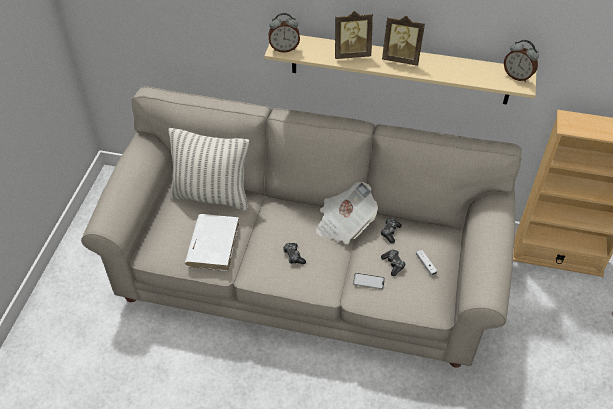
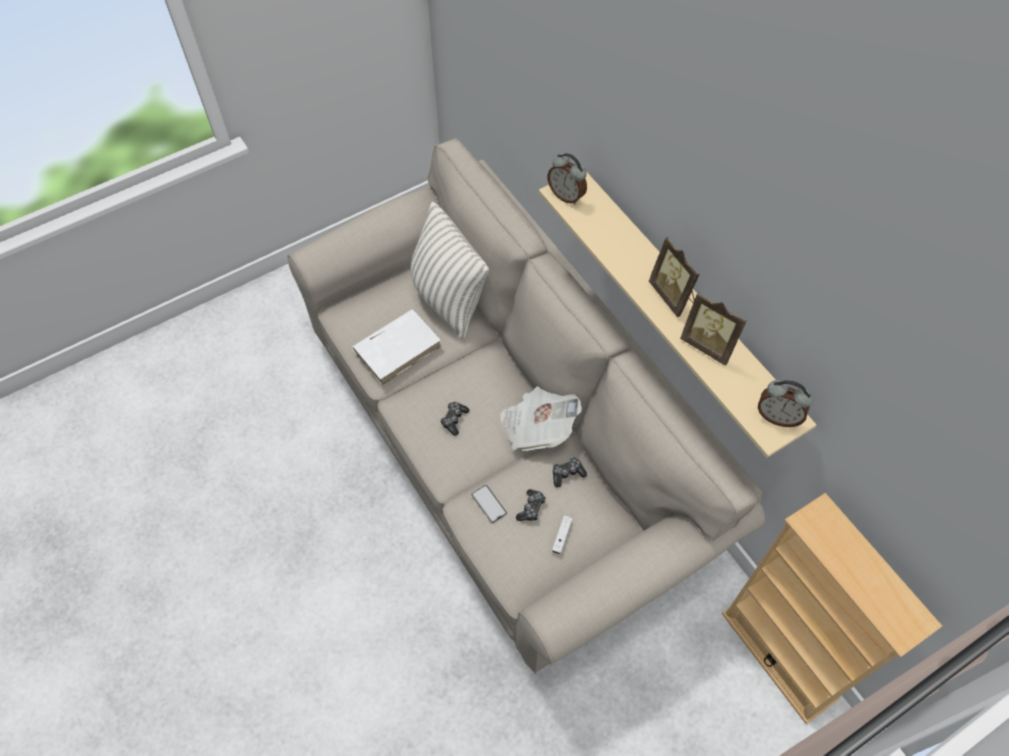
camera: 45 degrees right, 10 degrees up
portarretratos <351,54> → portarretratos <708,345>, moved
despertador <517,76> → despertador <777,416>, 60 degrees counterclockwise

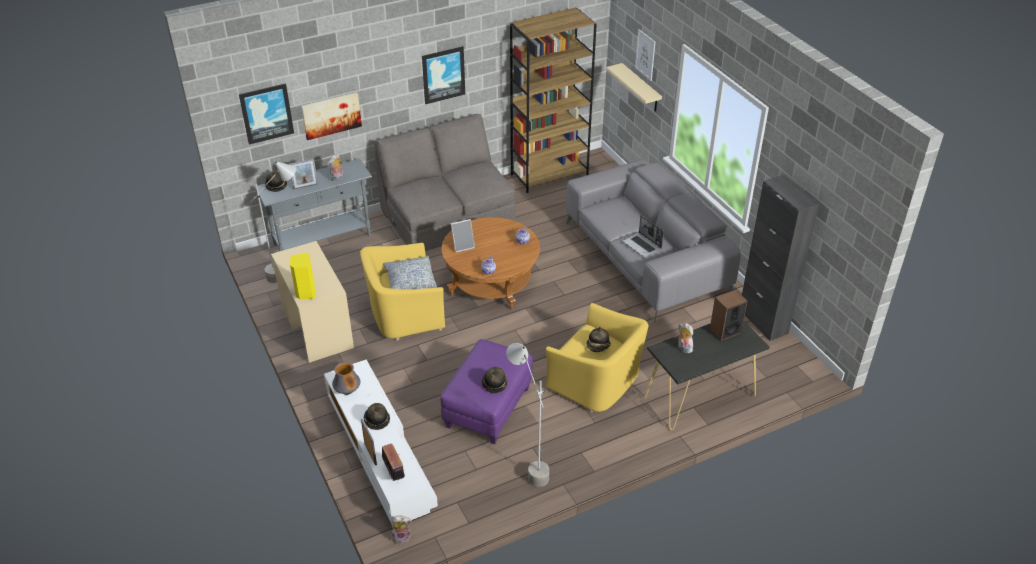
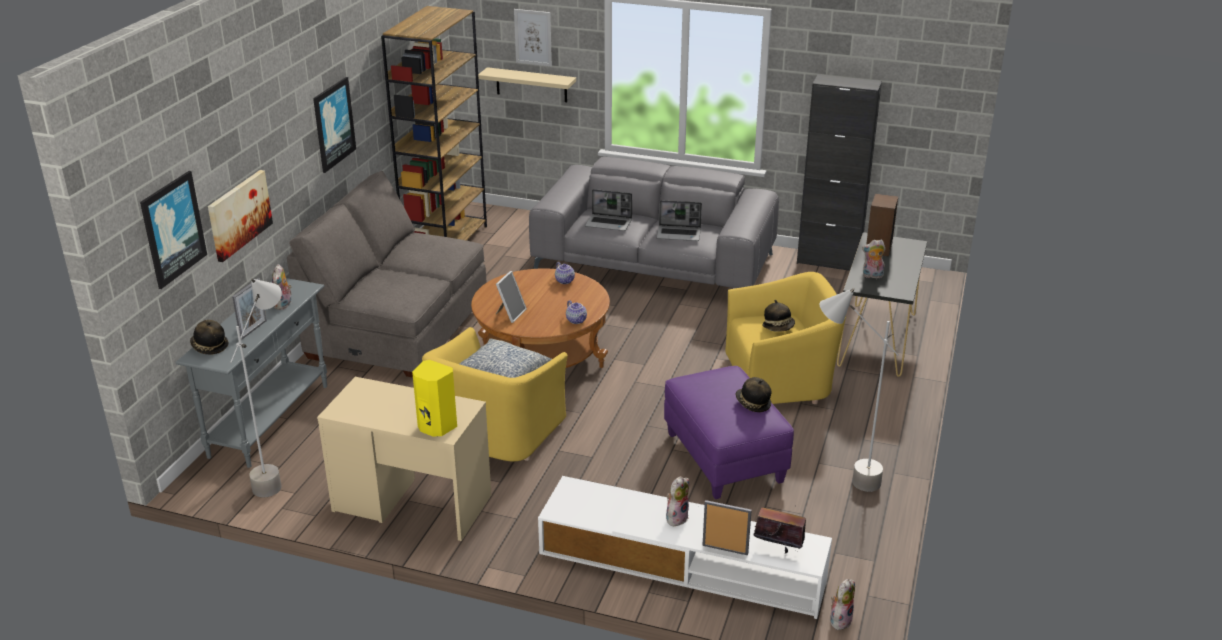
camera: 45 degrees left, 10 degrees down
florero <347,391> → -
sombrero <376,420> → peluche <676,517>
- → portátil <609,223>

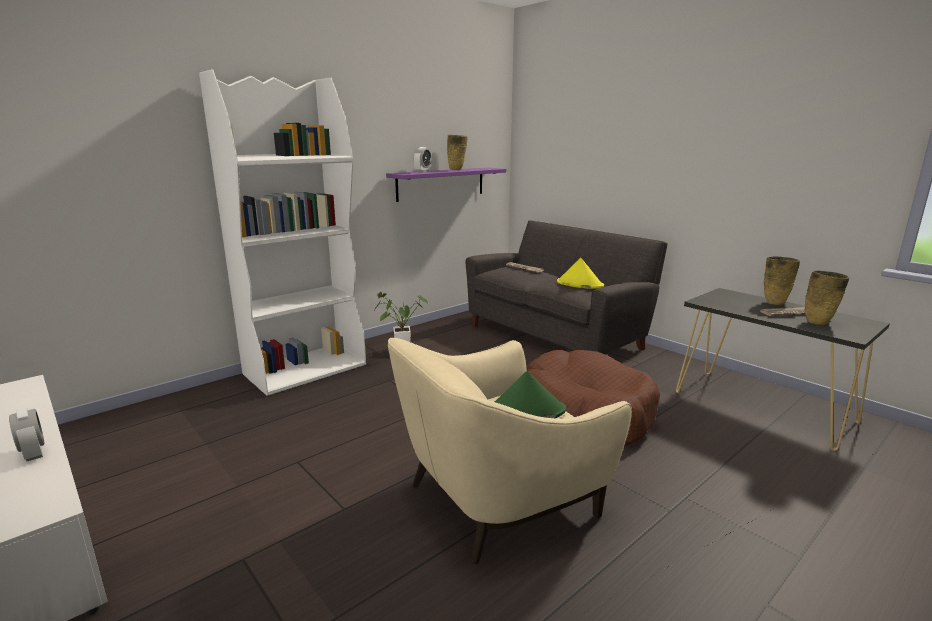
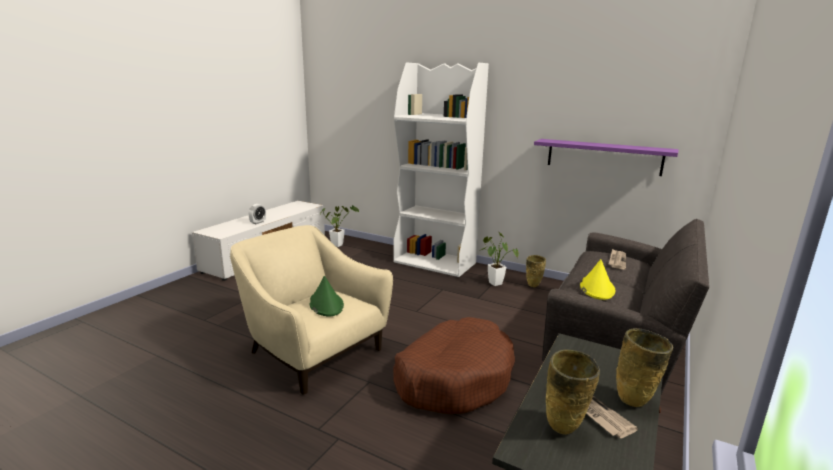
camera: 70 degrees right, 0 degrees up
florero [beis] <457,170> → florero [beis] <533,286>, moved
despertador <423,171> → -
- → planta en maceta <339,244>

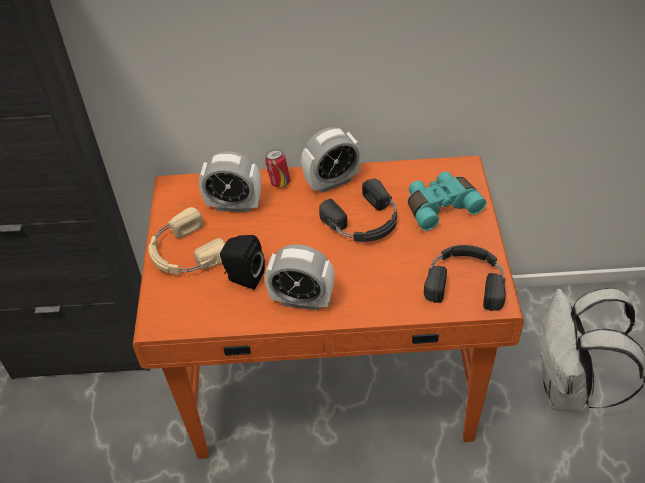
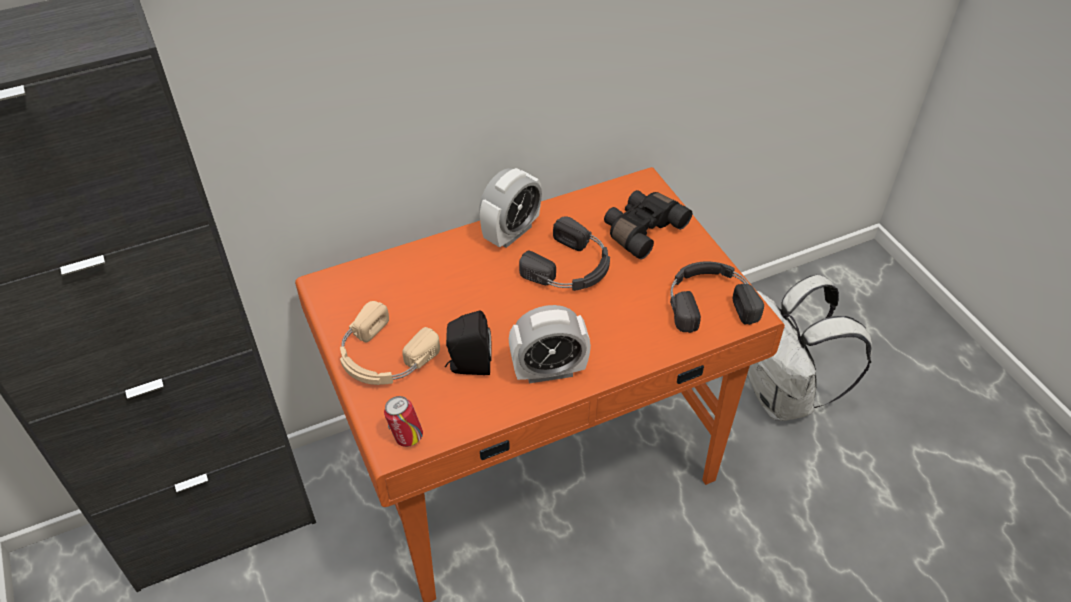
camera: 25 degrees left, 0 degrees up
lata <279,182> → lata <406,437>, moved
despertador <234,205> → -
prismáticos [turquesa] <440,206> → prismáticos [negro] <642,230>

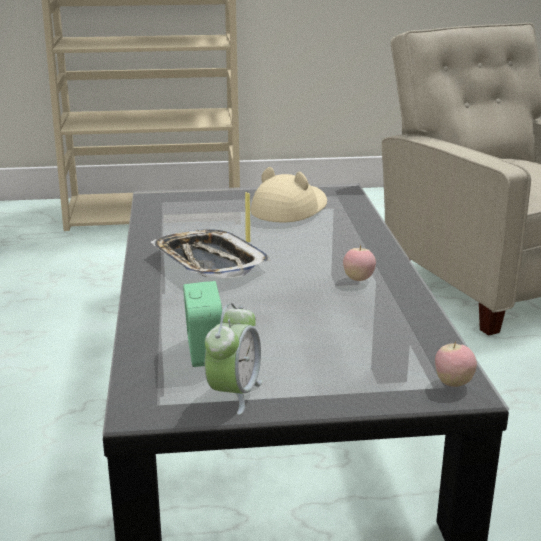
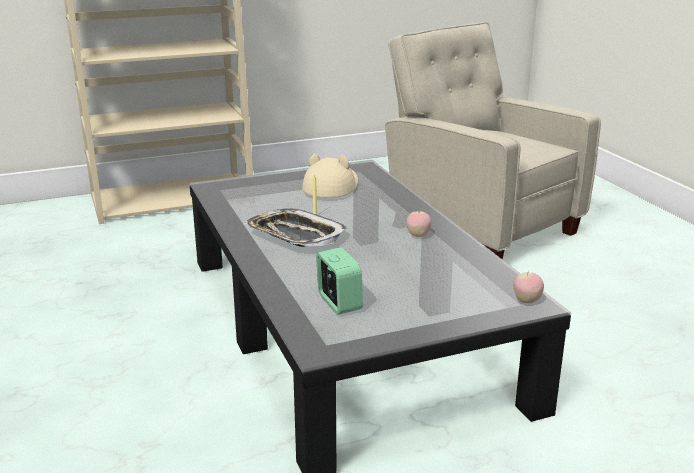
camera: 15 degrees left, 0 degrees up
despertador <234,394> → -

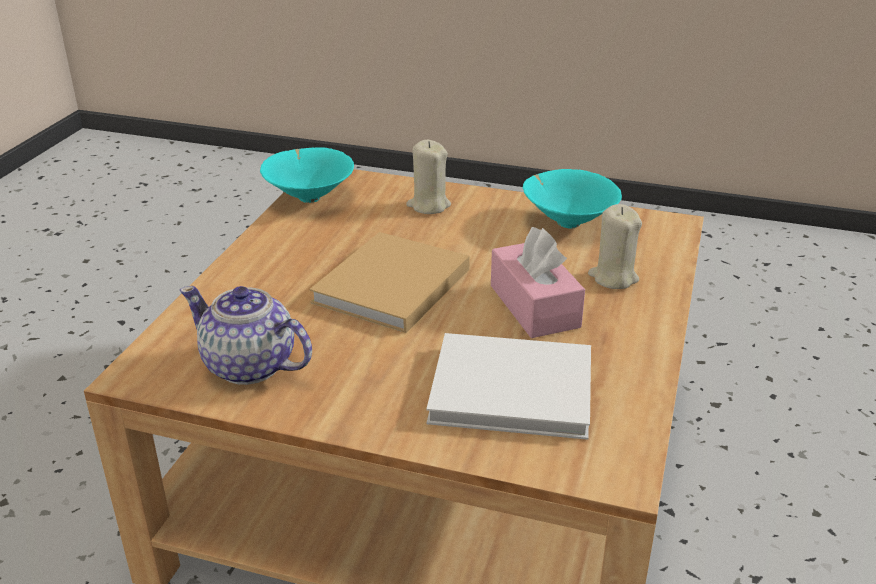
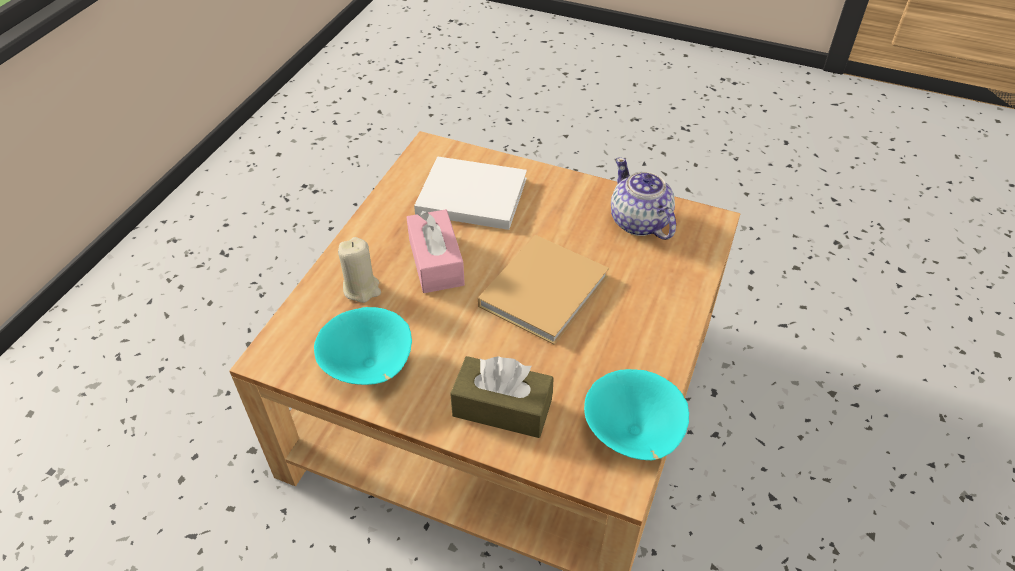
camera: 175 degrees left, 15 degrees up
vela [beis] <428,205> → caja de pañuelos [marrón] <502,408>
tetera <250,366> → tetera <639,222>, 150 degrees counterclockwise

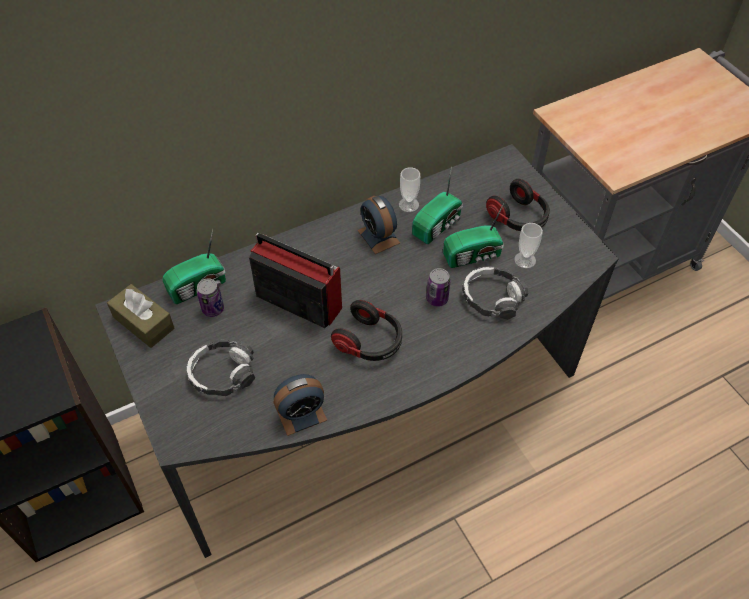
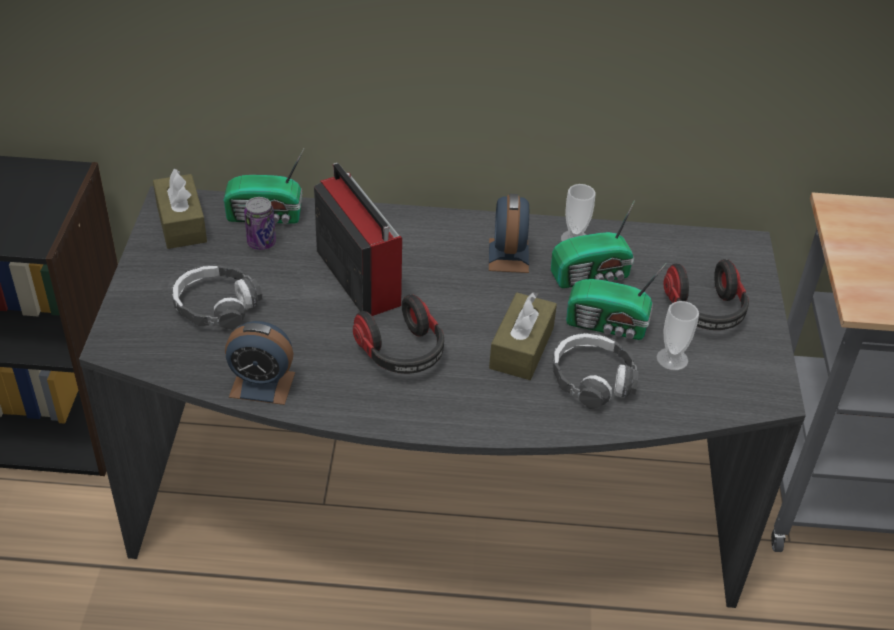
camera: 30 degrees right, 10 degrees down
lata <437,299> → caja de pañuelos [marrón] <521,348>

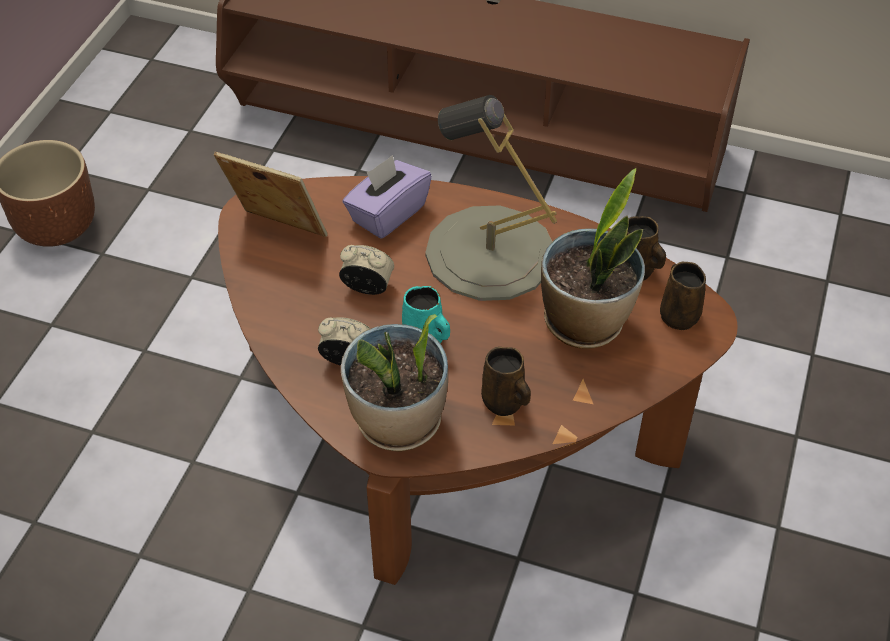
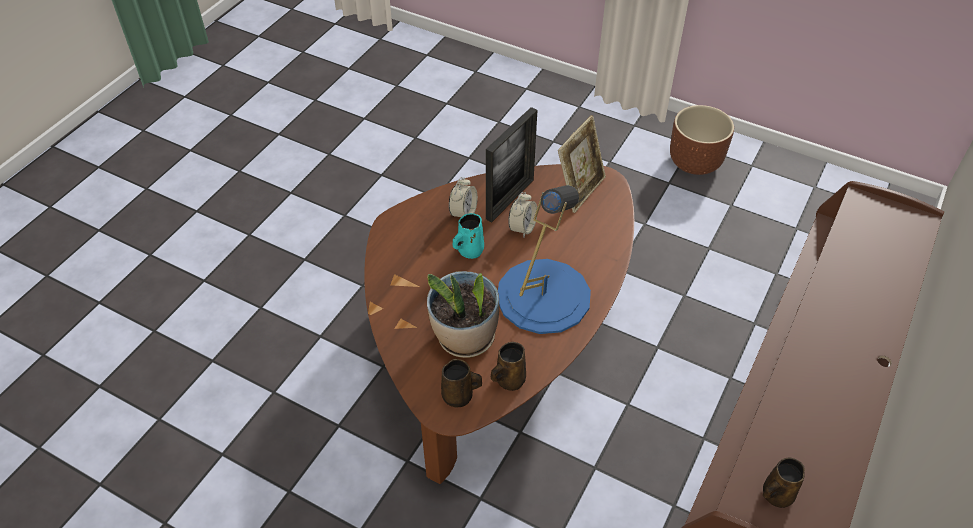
camera: 100 degrees right, 0 degrees up
lámpara de mesa [gris] <489,253> → lámpara de mesa [azul] <543,295>
caja de pañuelos [morado] <387,214> → -
planta en maceta <398,423> → -
taza grande [marrón] <504,403> → taza grande [marrón] <776,495>, moved
- → portarretratos <510,199>

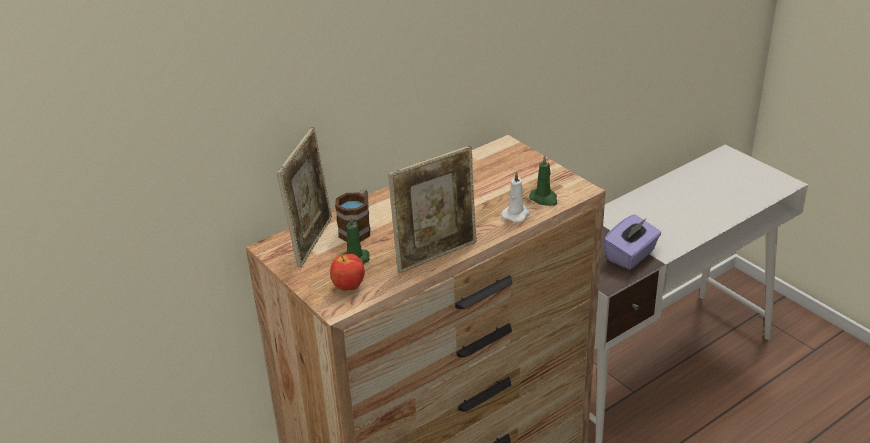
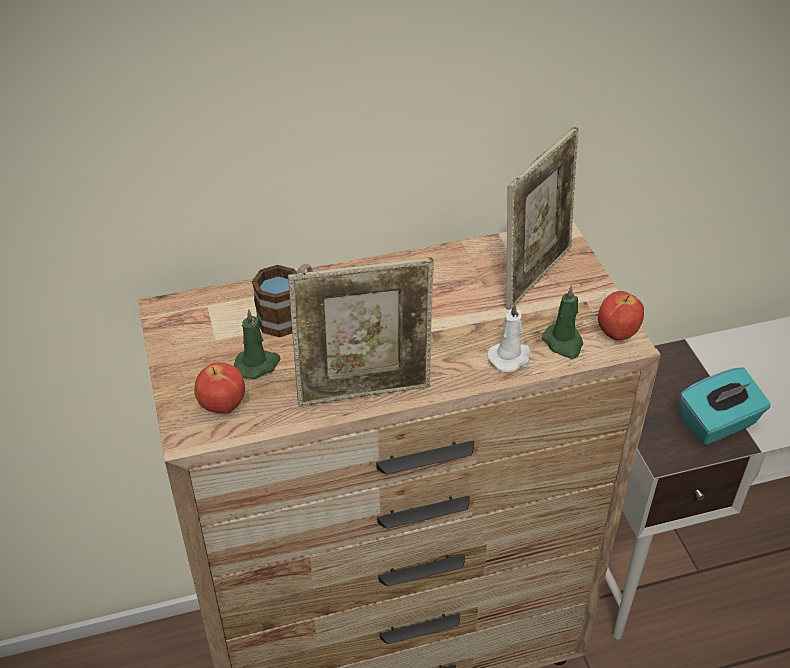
camera: 20 degrees right, 10 degrees up
portarretratos <312,241> → portarretratos <535,275>, moved
caja de pañuelos [morado] <631,256> → caja de pañuelos [turquesa] <718,423>
- → manzana <616,333>

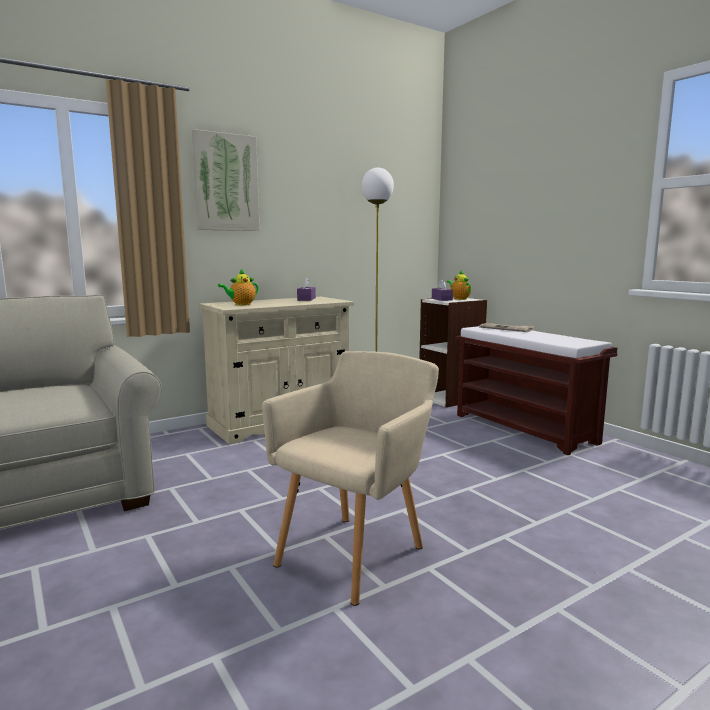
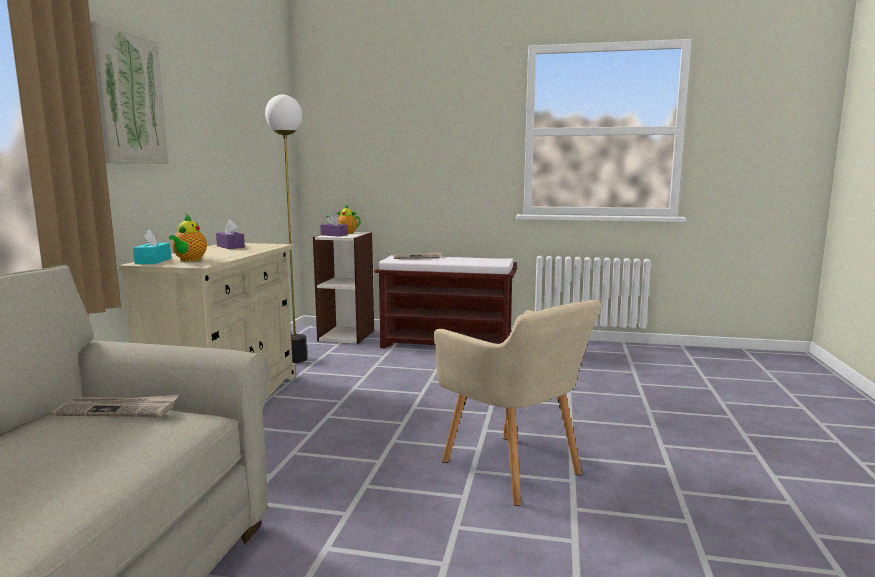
camera: 45 degrees left, 0 degrees up
sillón [beis] <356,552> → sillón [beis] <515,470>, 150 degrees clockwise
- → caja de pañuelos [turquesa] <153,261>
- → periódico <119,409>

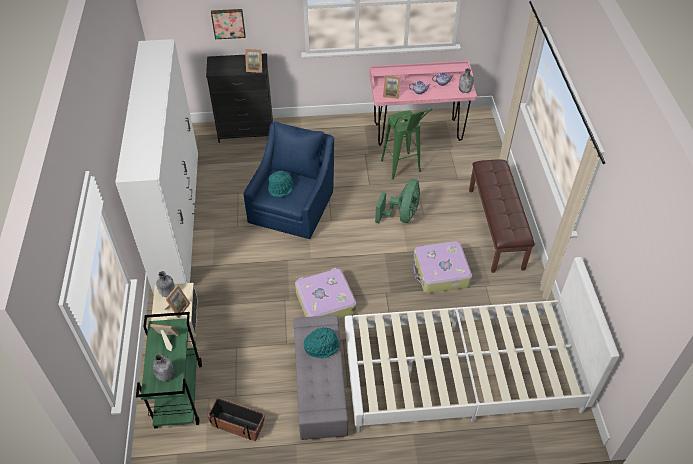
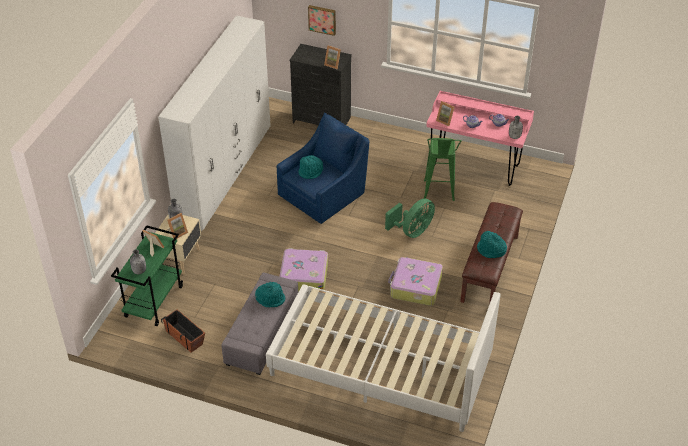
camera: 25 degrees right, 5 degrees down
- → sombrero [turquesa] <491,250>

